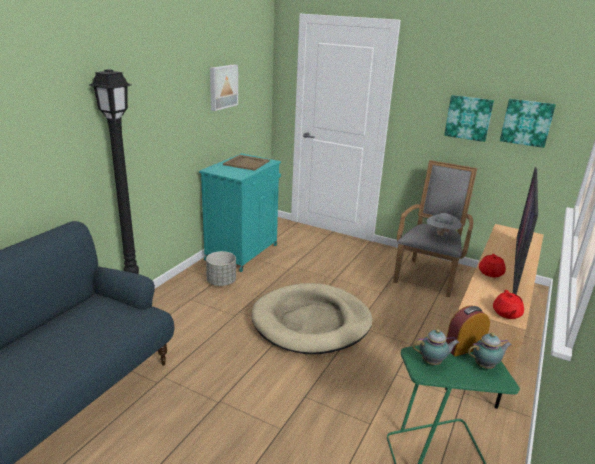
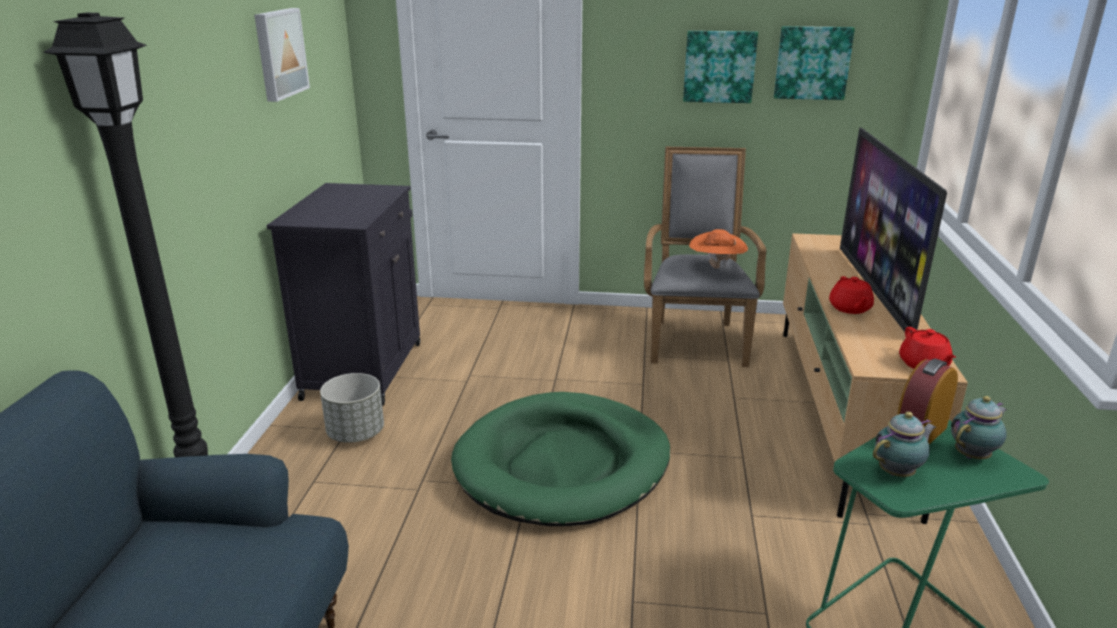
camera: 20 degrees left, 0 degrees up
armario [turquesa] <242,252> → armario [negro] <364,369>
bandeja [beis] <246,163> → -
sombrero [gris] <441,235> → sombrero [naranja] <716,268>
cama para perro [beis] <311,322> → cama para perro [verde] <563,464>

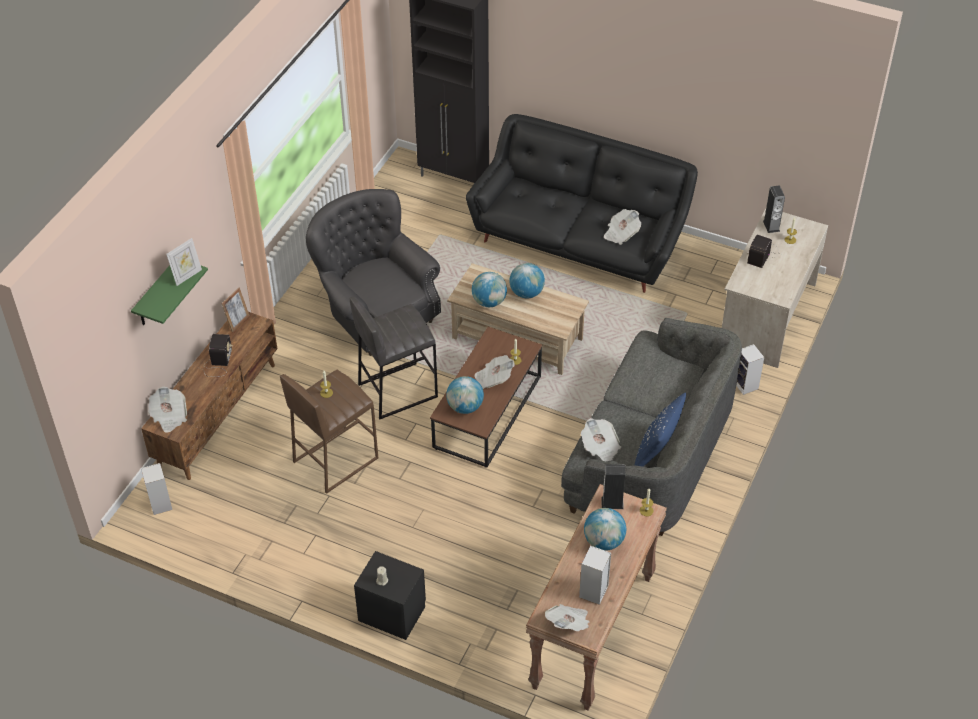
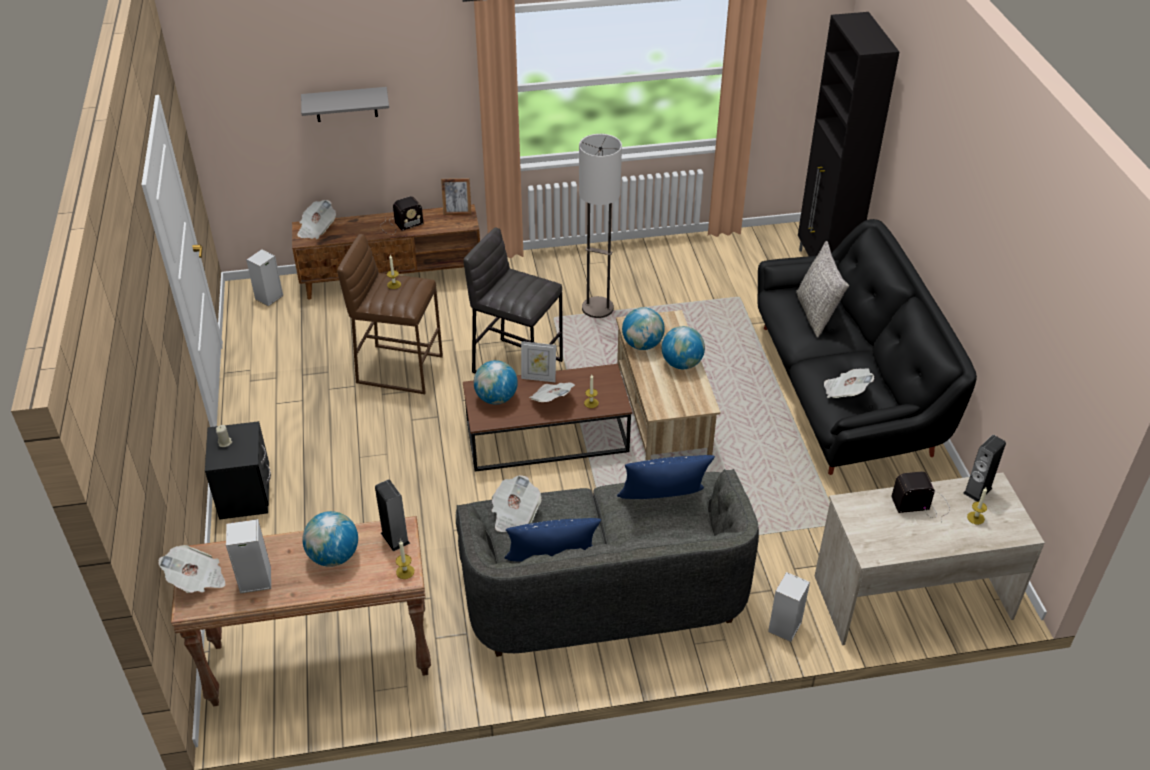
camera: 55 degrees right, 5 degrees down
sillón [gris] <377,314> → lámpara de pie <598,308>
portarretratos <187,276> → portarretratos <538,378>, moved
estante [verde] <156,294> → estante [gris] <346,104>
- → cojín [gris] <817,314>
- → cojín [azul] <662,502>

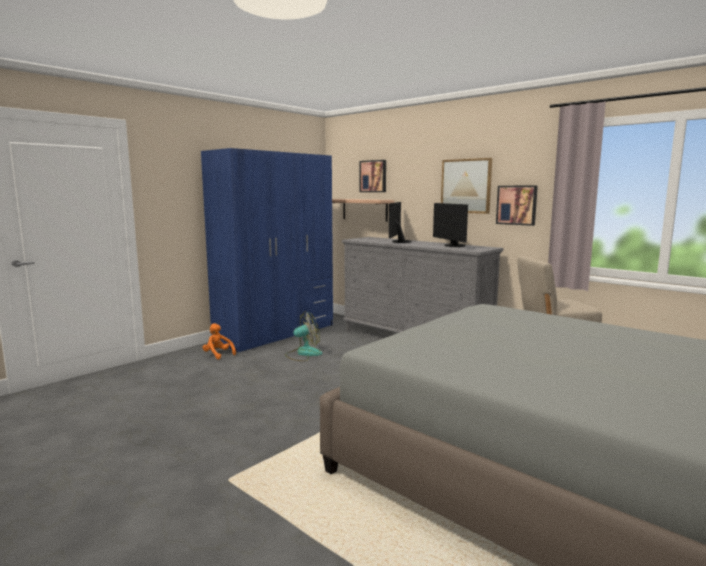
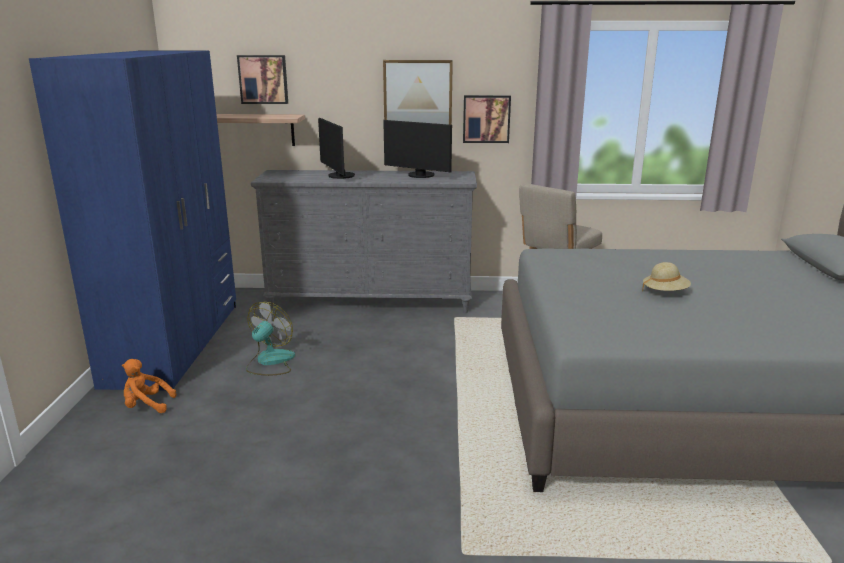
camera: 40 degrees left, 10 degrees up
- → sombrero [beis] <665,292>

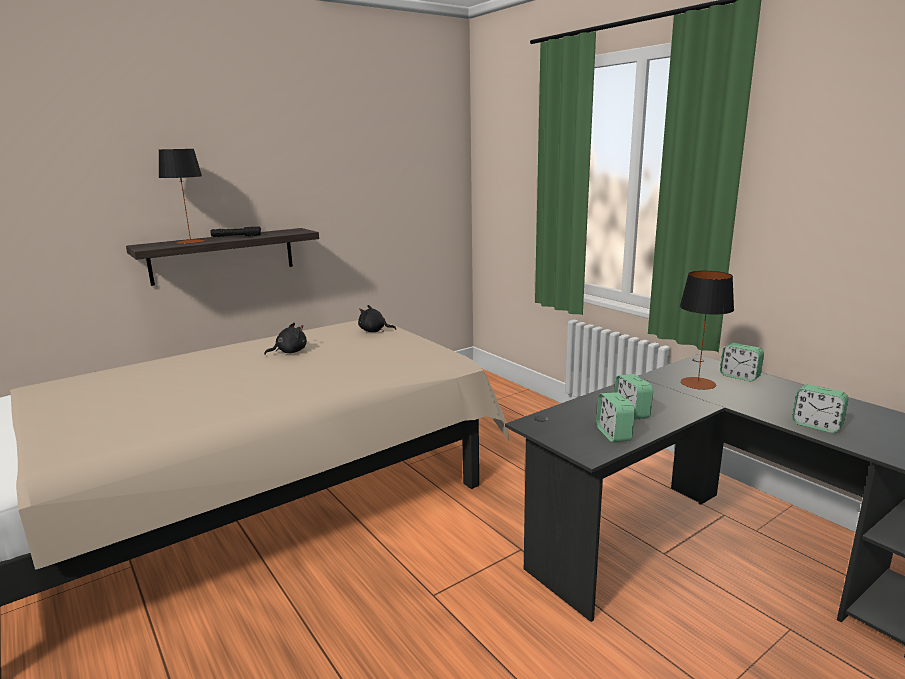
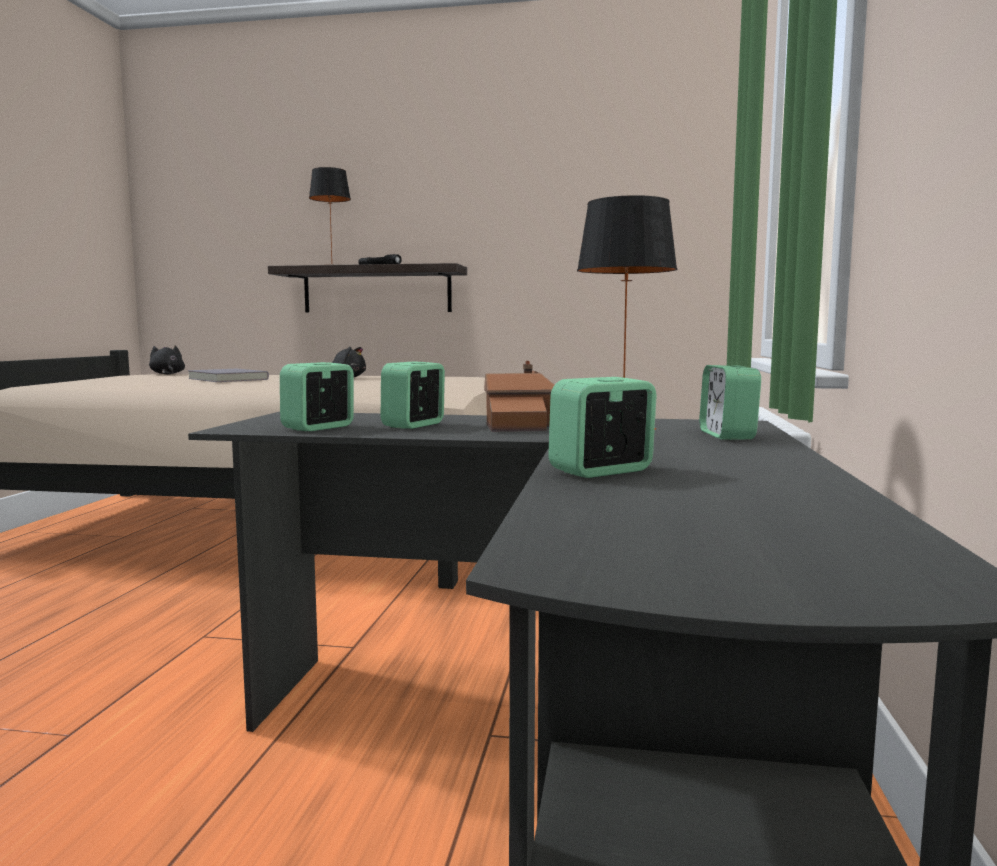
camera: 45 degrees right, 10 degrees down
peluche [negro] <374,331> → peluche [negro] <167,374>, moved
despertador <816,425> → despertador <602,471>, 60 degrees clockwise
- → casita <522,425>
- → libro [gris] <226,379>

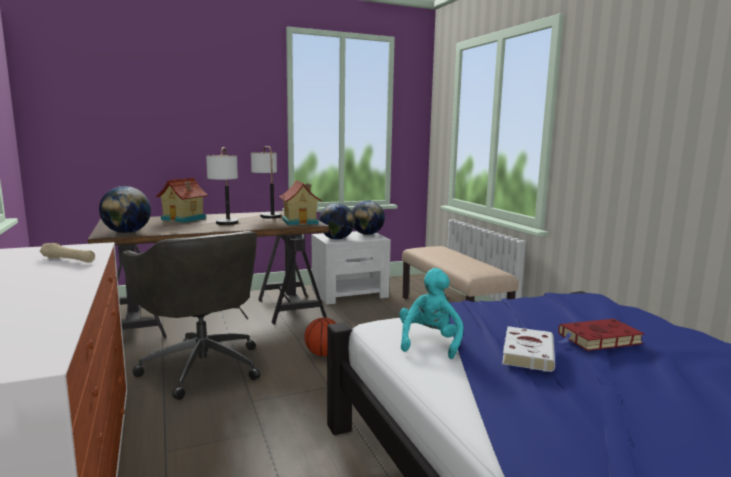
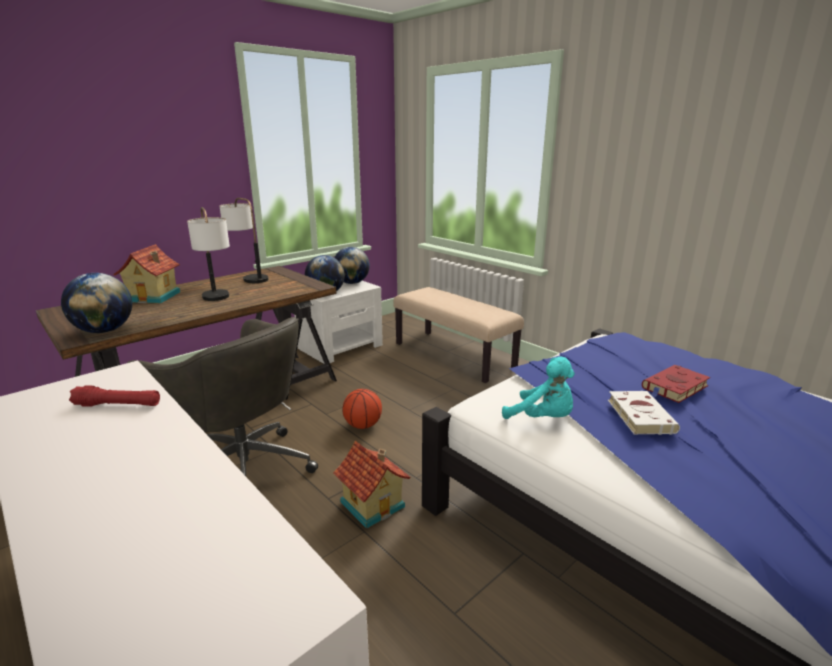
camera: 20 degrees left, 10 degrees up
casita <301,222> → casita <373,503>, moved
linterna [beis] <68,260> → linterna [rojo] <118,405>
peluche [turquesa] <429,342> → peluche [turquesa] <542,418>, 135 degrees clockwise

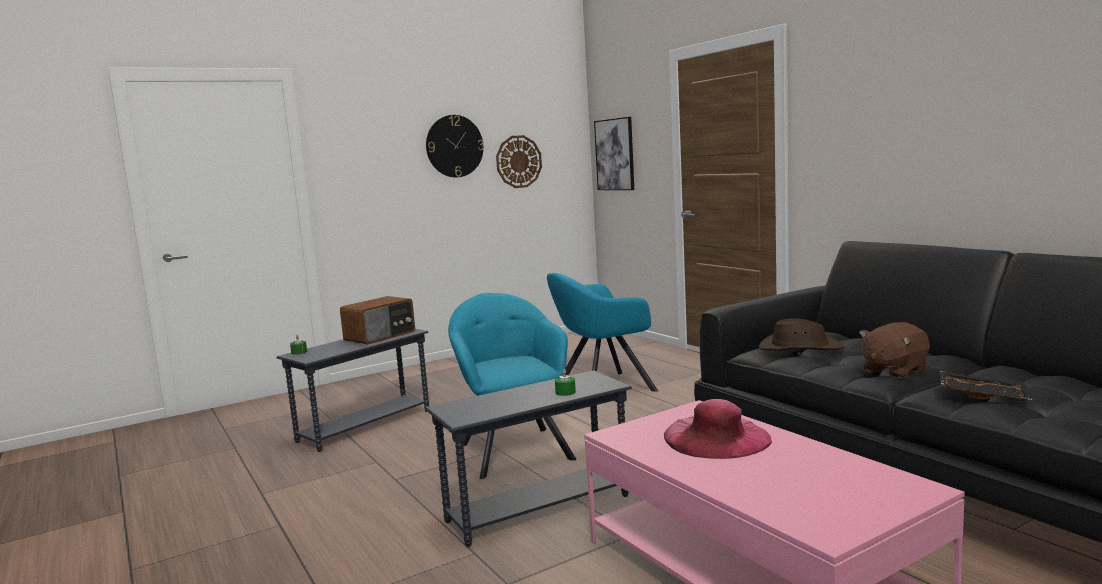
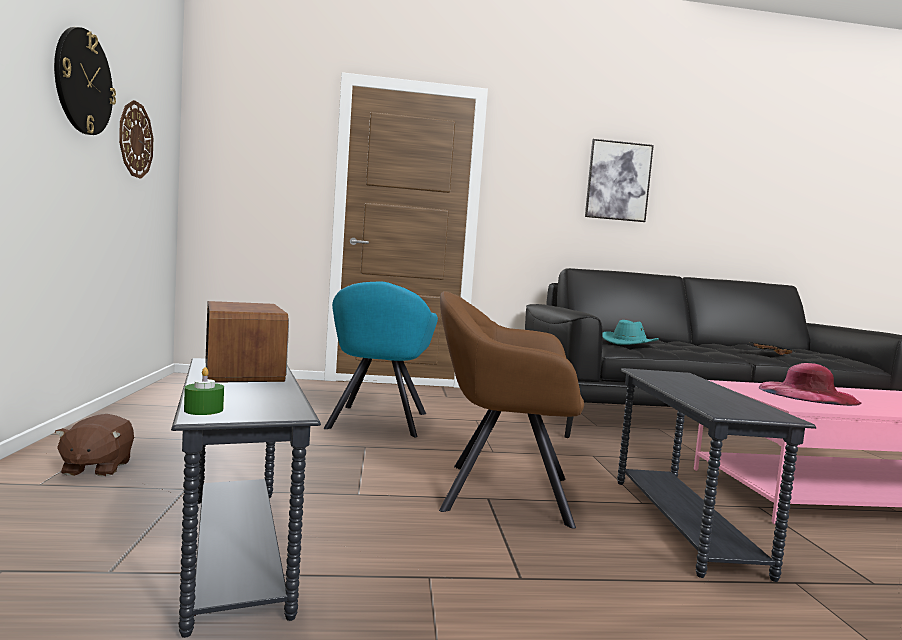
camera: 65 degrees left, 5 degrees down
cuadro <615,154> → cuadro <618,181>, moved
sillón [turquesa] <513,449> → sillón [marrón] <500,492>
sombrero [marrón] <800,348> → sombrero [turquesa] <629,343>
peluche [marrón] <893,370> → peluche [marrón] <96,468>, moved
vela [verde] <565,392> → -

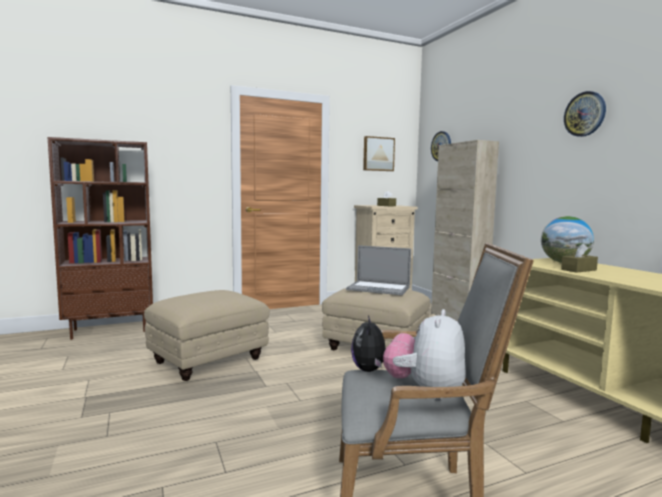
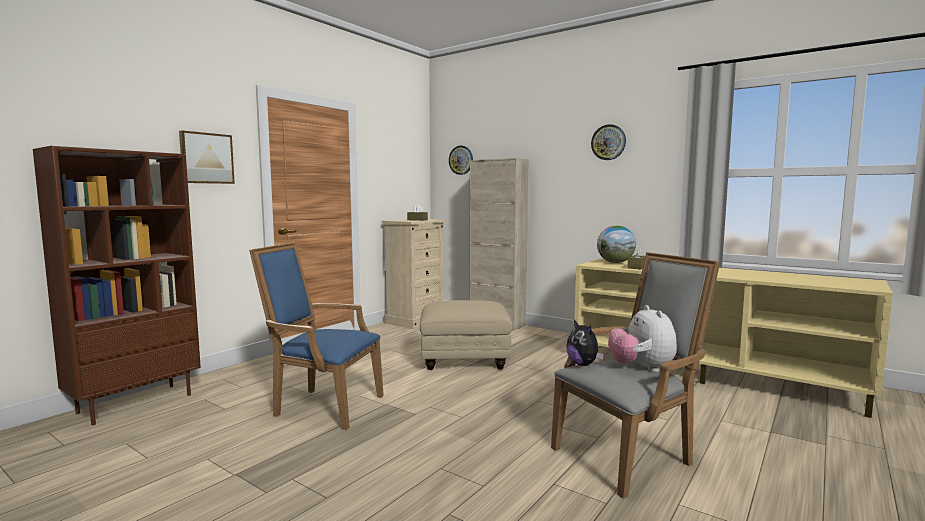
camera: 30 degrees left, 0 degrees up
cuadro <378,154> → cuadro <206,158>, moved
portátil <378,288> → -
puf [beis] <209,360> → sillón [azul] <322,406>

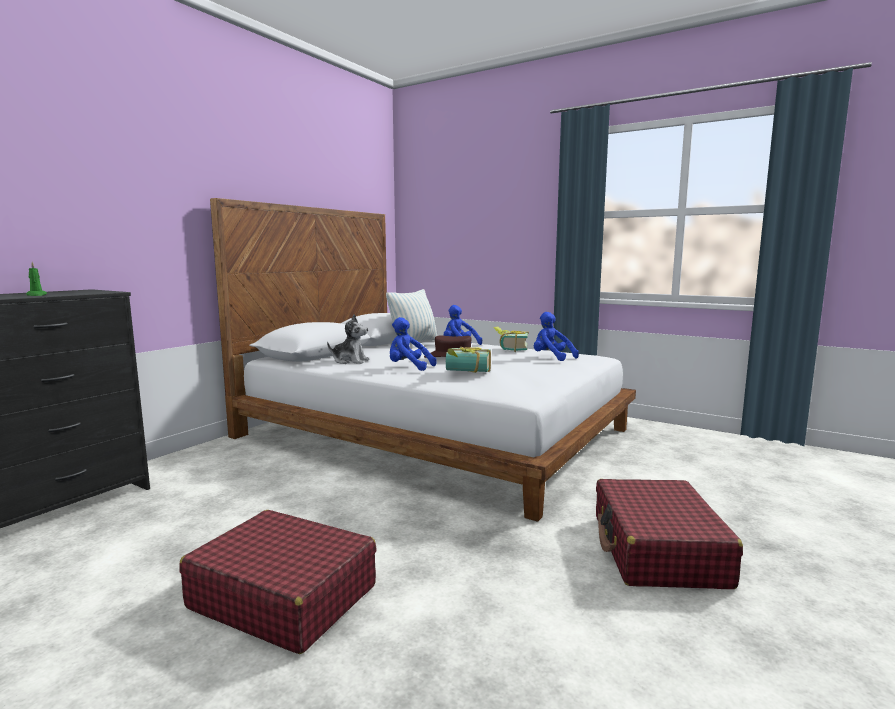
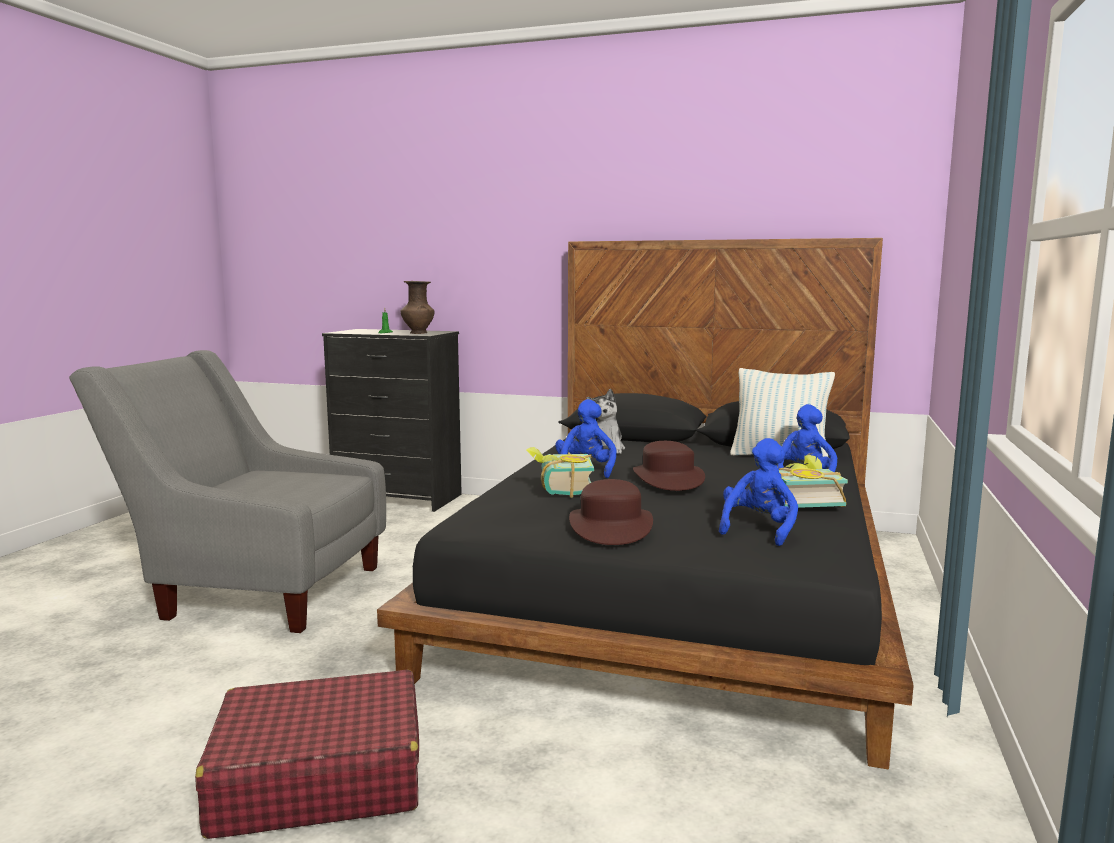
camera: 75 degrees right, 0 degrees up
cama [blanco] <435,433> → cama [negro] <677,592>
maleta [rojo] <283,596> → sillón [gris] <255,589>
- → florero [marrón] <417,333>
- → sombrero [marrón] <610,526>

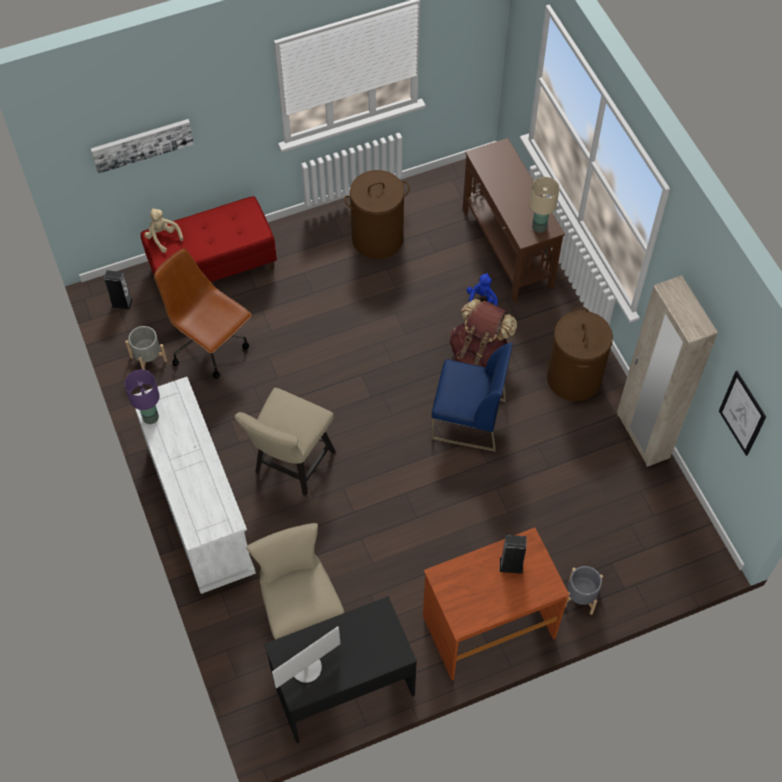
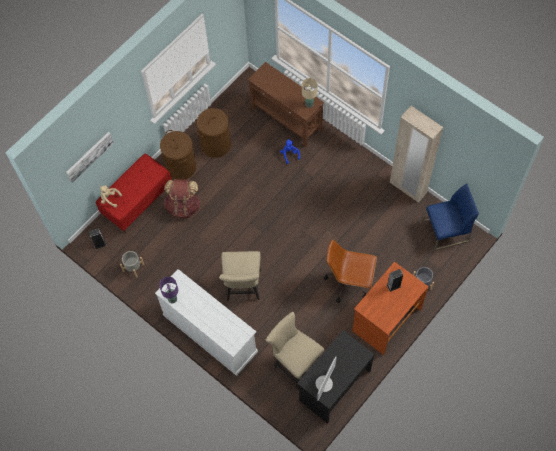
camera: 25 degrees left, 5 degrees up
silla de oficina [marrón] <210,346> → silla de oficina [marrón] <349,282>, moved
mochila [marrón] <480,353> → mochila [marrón] <183,206>, moved
cesto de la ropa [marrón] <573,378> → cesto de la ropa [marrón] <181,167>, moved
silla [azul] <468,420> → silla [azul] <446,231>, moved
cuadro <742,413> → -

